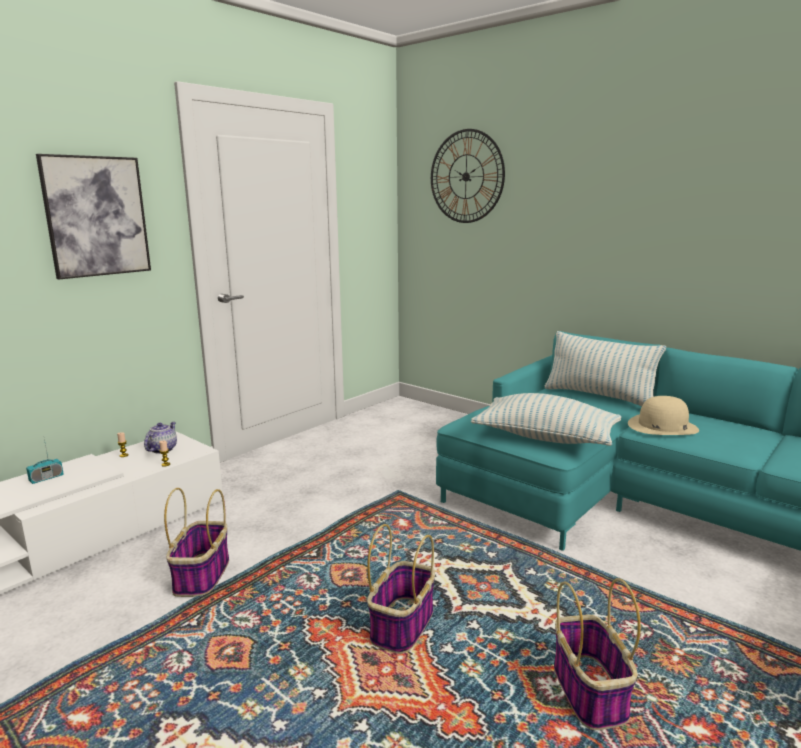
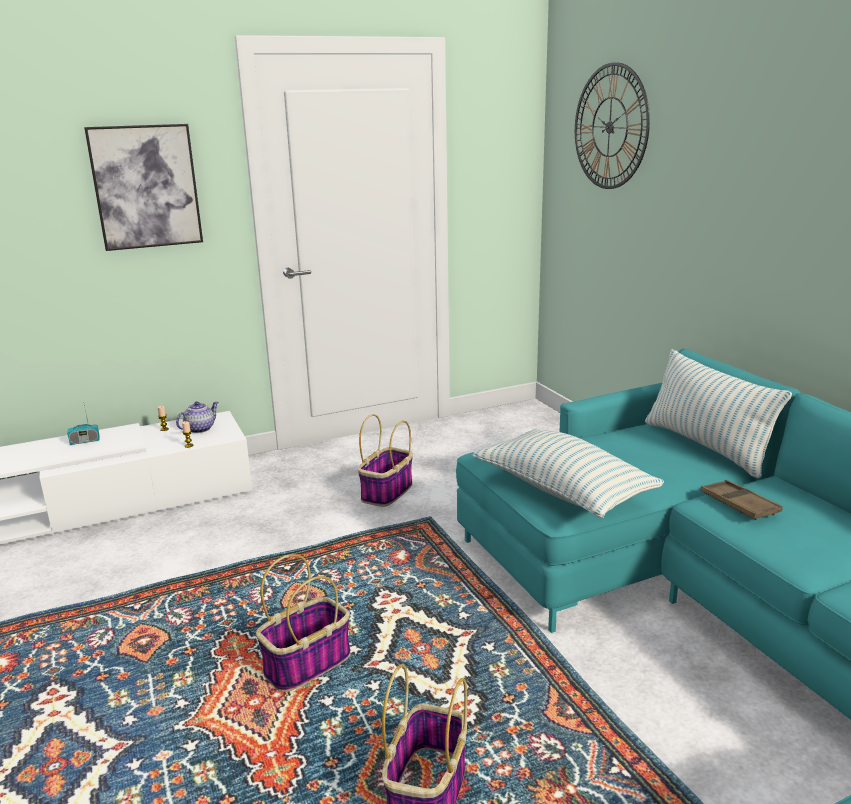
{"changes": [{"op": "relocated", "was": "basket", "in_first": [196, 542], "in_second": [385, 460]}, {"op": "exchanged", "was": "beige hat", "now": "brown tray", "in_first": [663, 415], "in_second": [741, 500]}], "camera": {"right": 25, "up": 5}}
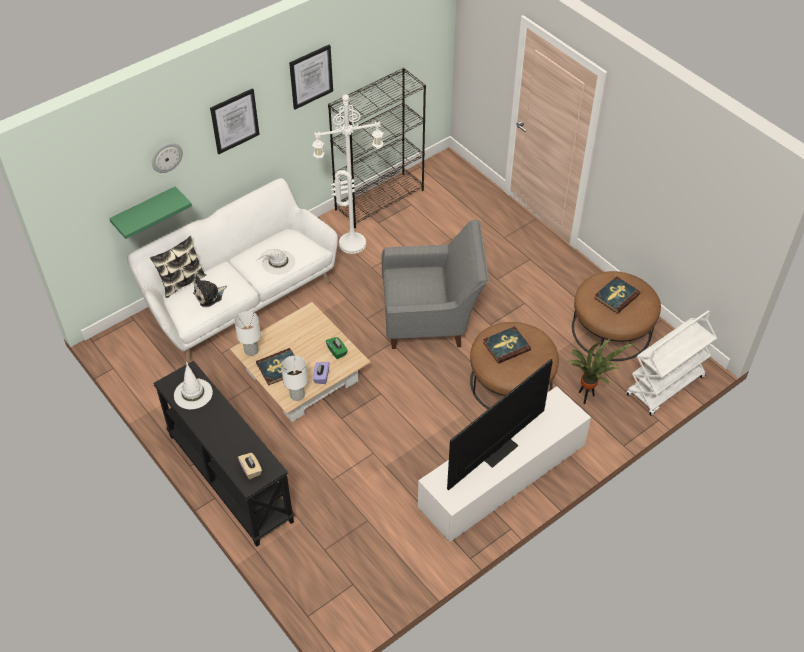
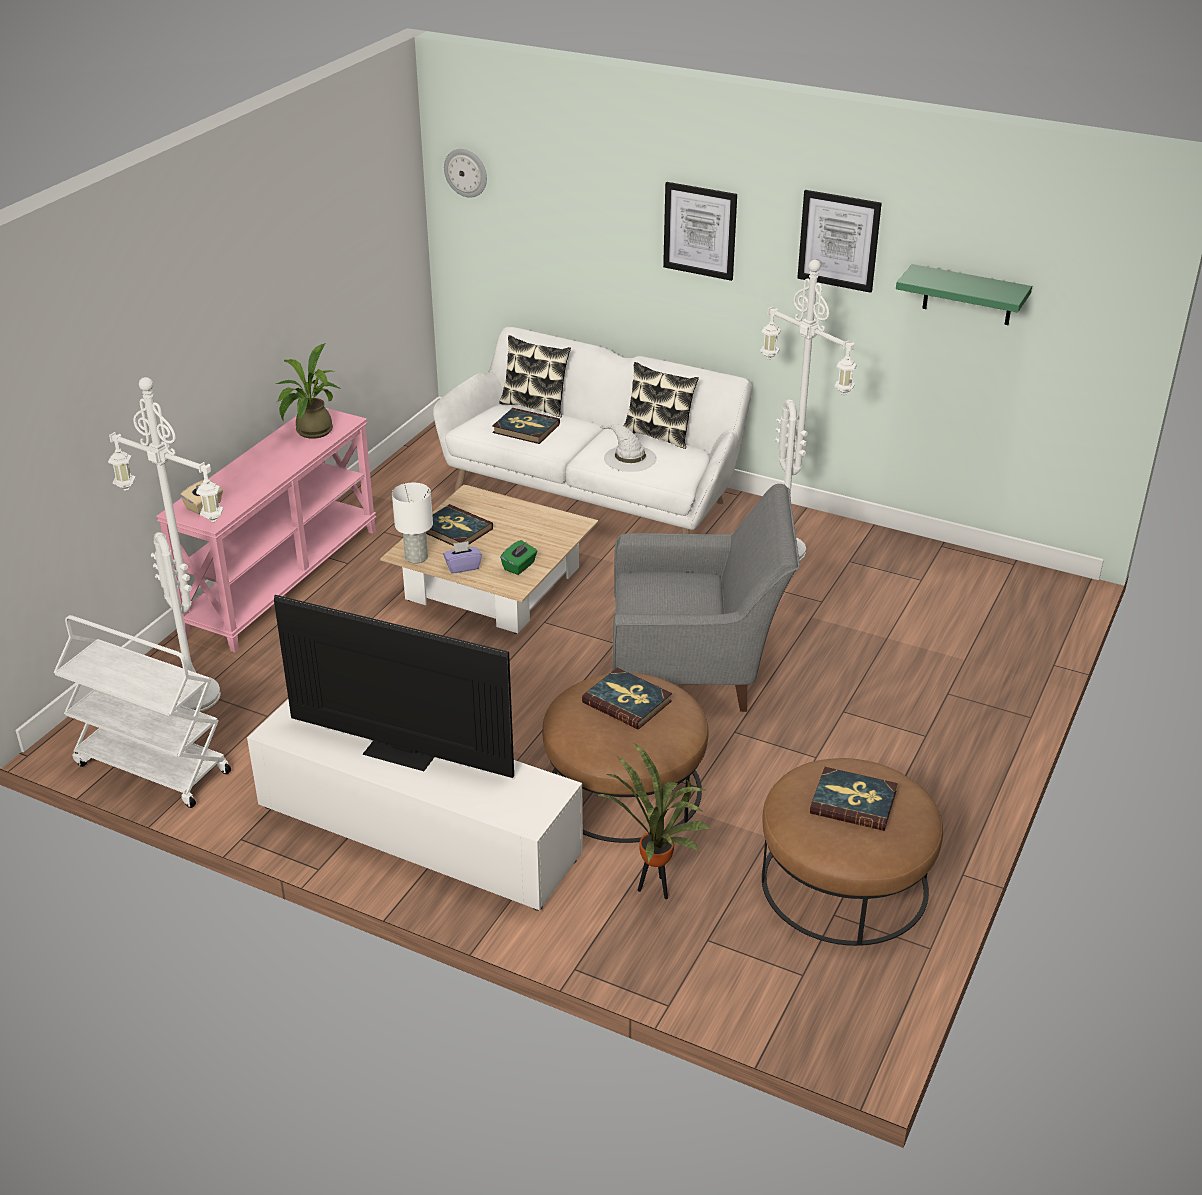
{"changes": [{"op": "relocated", "was": "green shelf", "in_first": [150, 212], "in_second": [964, 294]}, {"op": "relocated", "was": "wall clock", "in_first": [167, 158], "in_second": [465, 173]}, {"op": "colour", "was": "black console table", "now": "pink console table", "in_first": [223, 453], "in_second": [266, 530]}, {"op": "exchanged", "was": "white hat", "now": "potted plant", "in_first": [193, 385], "in_second": [307, 391]}, {"op": "exchanged", "was": "plush toy", "now": "book", "in_first": [210, 291], "in_second": [526, 426]}, {"op": "missing", "was": "white table lamp", "in_first": [247, 333]}, {"op": "missing", "was": "black bookcase", "in_first": [377, 148]}, {"op": "spun", "was": "grey armchair", "in_first": [435, 284], "in_second": [706, 598], "clockwise": -60}, {"op": "relocated", "was": "white cart", "in_first": [671, 363], "in_second": [142, 711]}, {"op": "appeared", "now": "white floor lamp", "in_second": [165, 544]}, {"op": "appeared", "now": "pillow", "in_second": [661, 405]}], "camera": {"right": 65, "up": -15}}
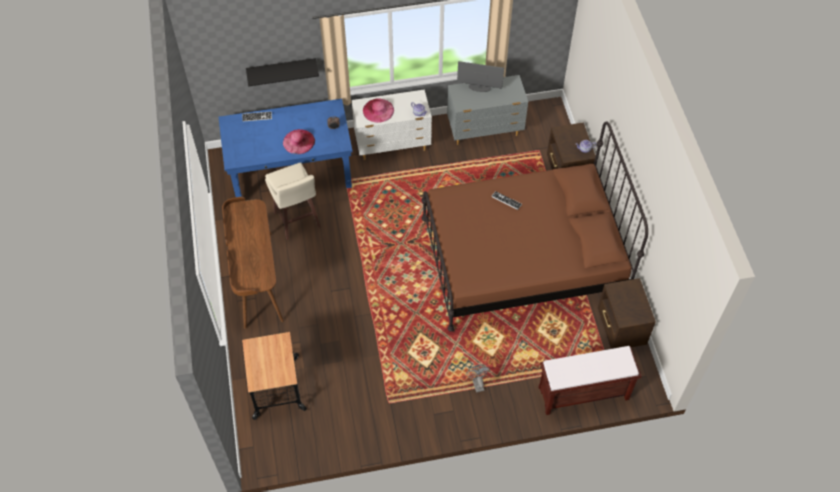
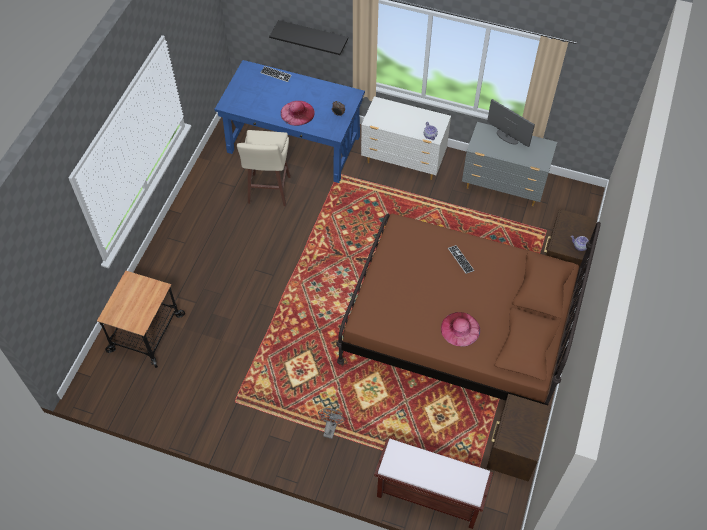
{"changes": [{"op": "missing", "was": "brown desk", "in_first": [253, 263]}, {"op": "relocated", "was": "pink hat", "in_first": [378, 110], "in_second": [460, 329]}], "camera": {"right": 30, "up": 0}}
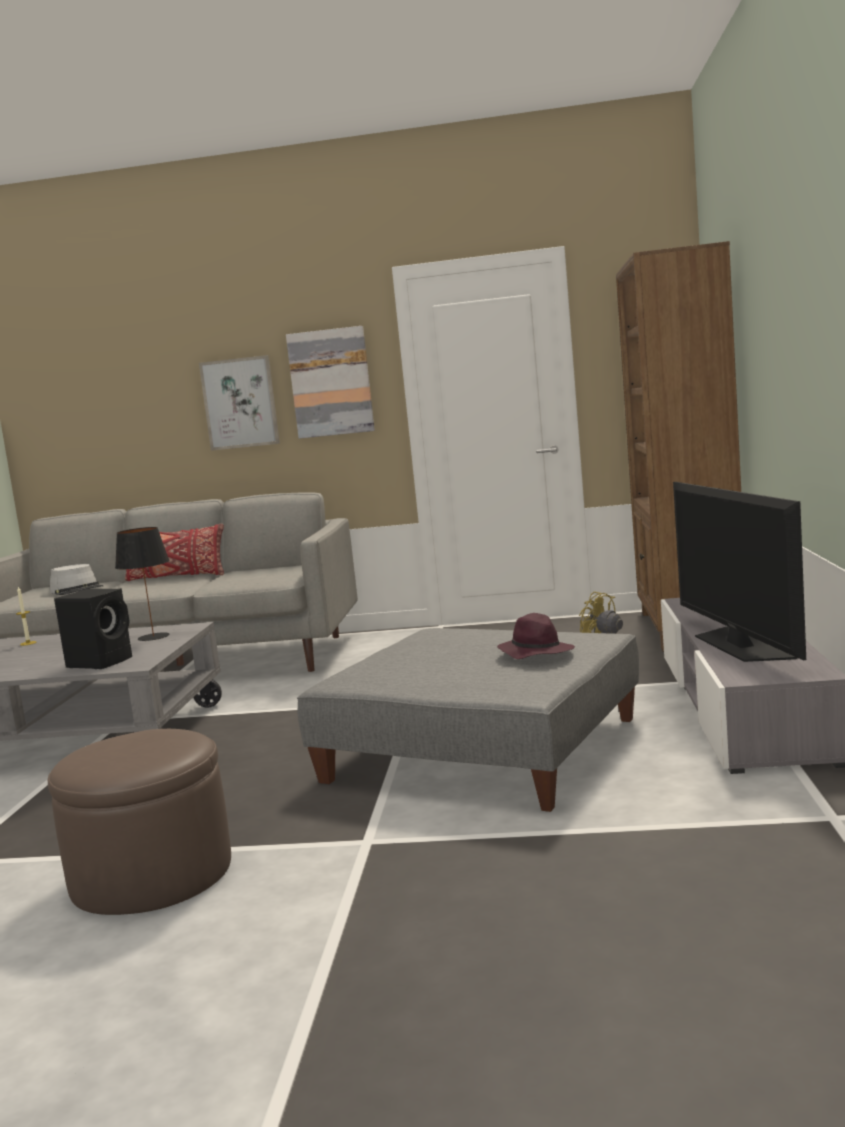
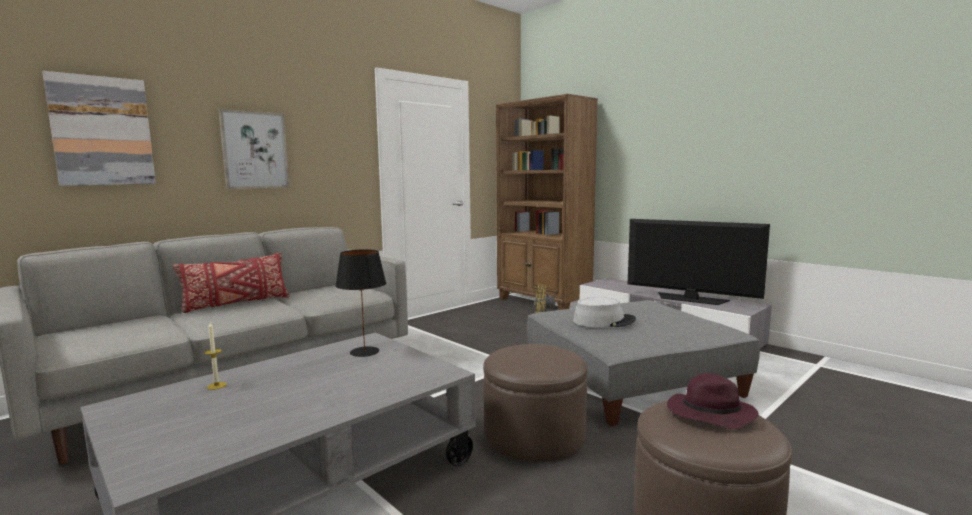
{"changes": [{"op": "relocated", "was": "grey hat", "in_first": [76, 579], "in_second": [604, 312]}, {"op": "missing", "was": "black speaker", "in_first": [93, 628]}, {"op": "relocated", "was": "picture", "in_first": [330, 382], "in_second": [99, 128]}, {"op": "relocated", "was": "purple hat", "in_first": [536, 636], "in_second": [713, 401]}, {"op": "appeared", "now": "brown ottoman", "in_second": [535, 403]}], "camera": {"right": -50, "up": 0}}
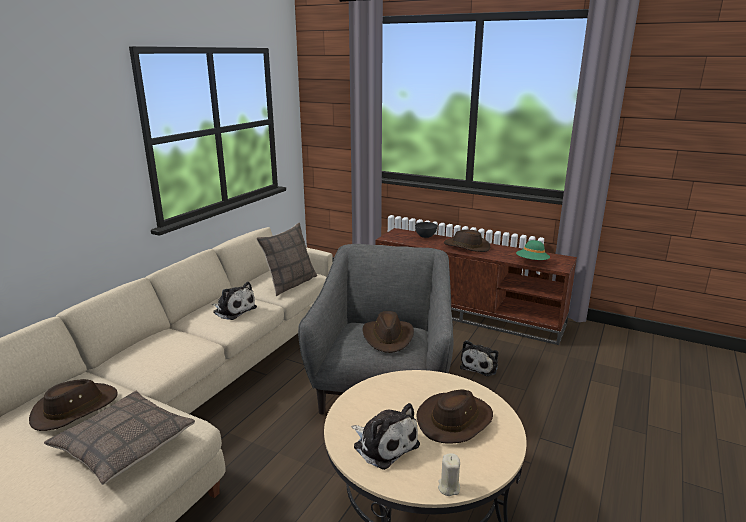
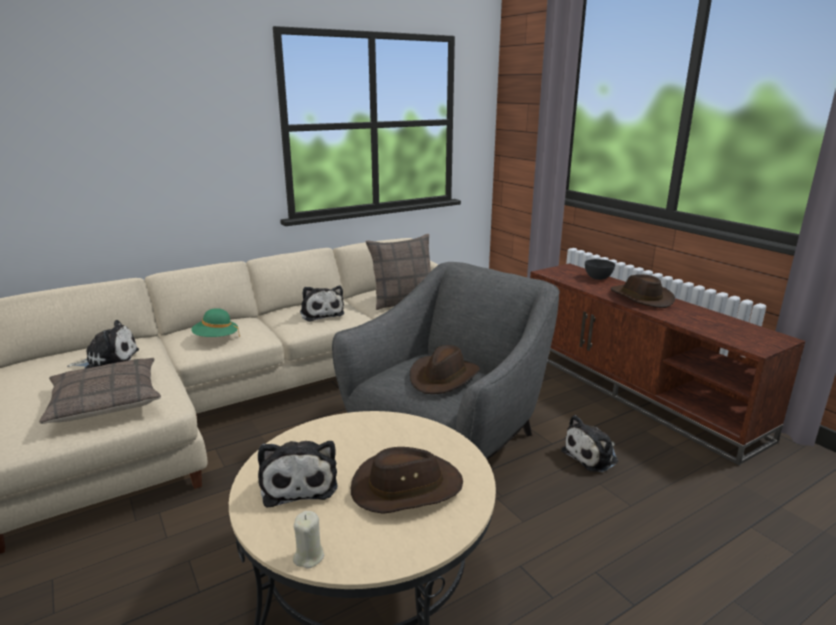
{"changes": [{"op": "exchanged", "was": "brown hat", "now": "plush toy", "in_first": [73, 405], "in_second": [103, 344]}, {"op": "relocated", "was": "green hat", "in_first": [533, 250], "in_second": [215, 322]}], "camera": {"right": 30, "up": 0}}
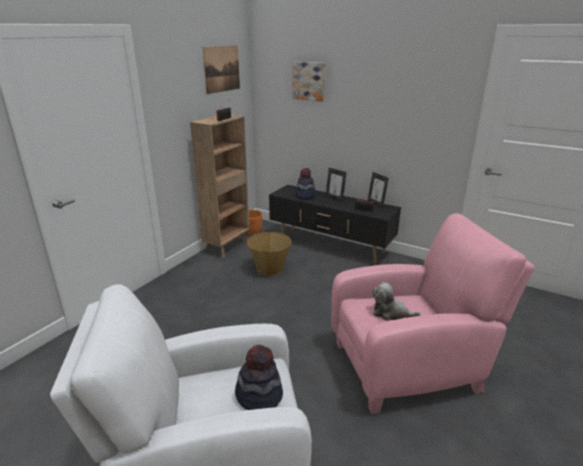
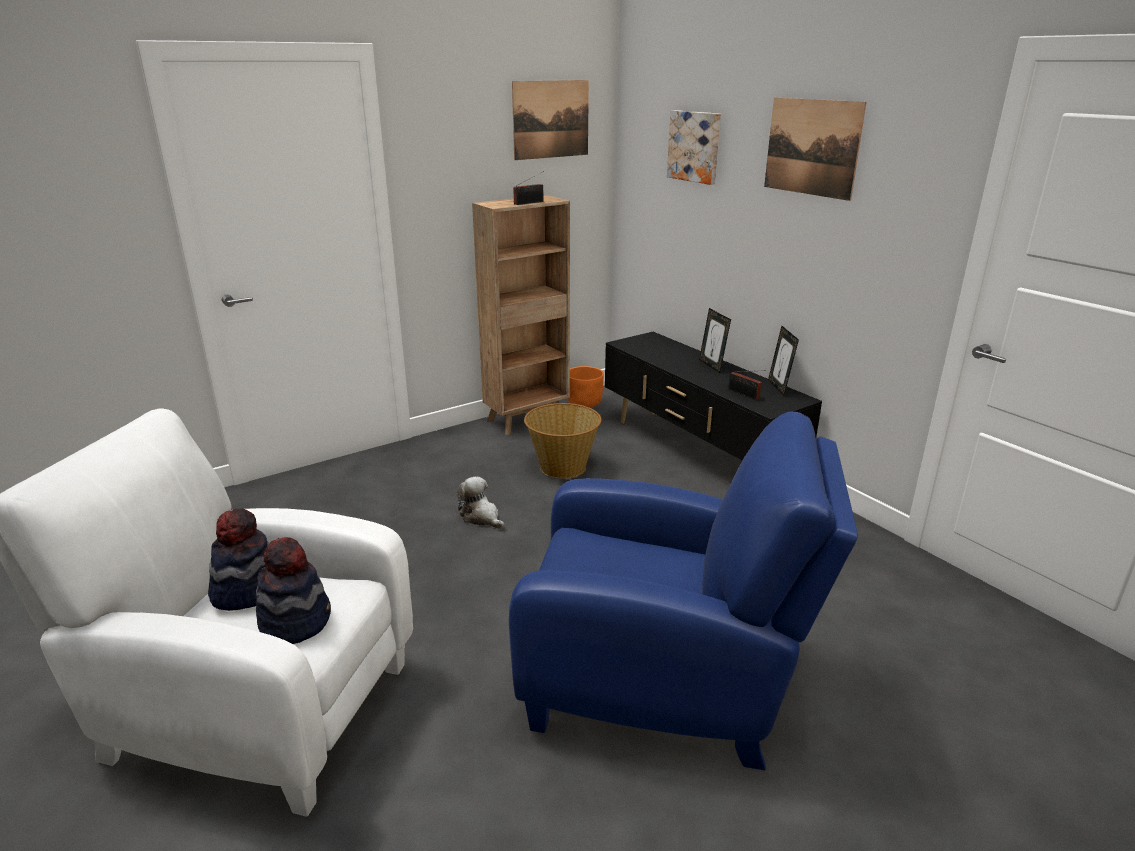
{"changes": [{"op": "relocated", "was": "hat", "in_first": [305, 184], "in_second": [239, 559]}, {"op": "colour", "was": "pink armchair", "now": "blue armchair", "in_first": [432, 313], "in_second": [683, 591]}, {"op": "relocated", "was": "plush toy", "in_first": [396, 301], "in_second": [480, 503]}, {"op": "appeared", "now": "picture", "in_second": [815, 149]}], "camera": {"right": 25, "up": 0}}
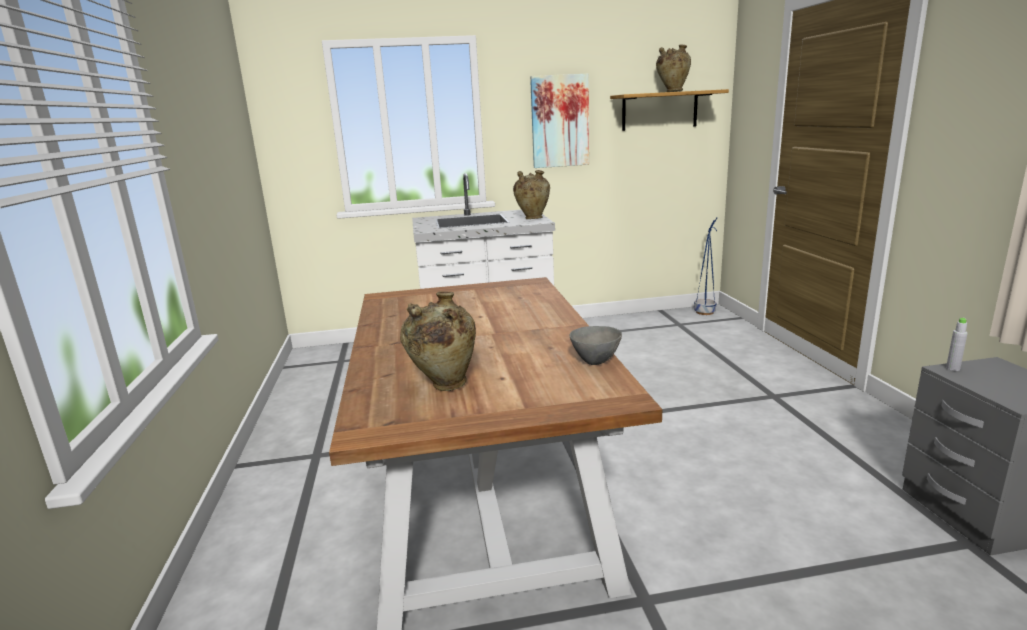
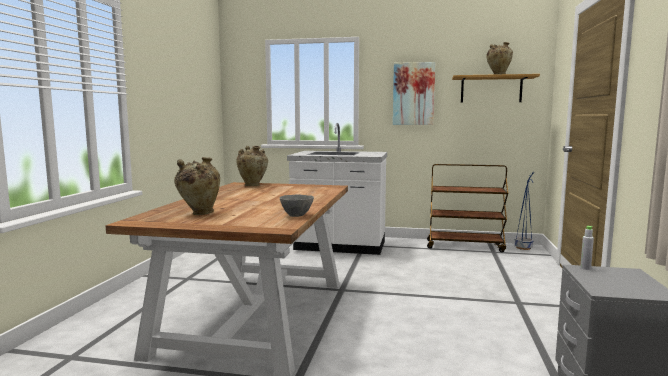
{"changes": [{"op": "relocated", "was": "beige vase", "in_first": [531, 194], "in_second": [252, 166]}, {"op": "appeared", "now": "brown cart", "in_second": [467, 208]}], "camera": {"right": 20, "up": -10}}
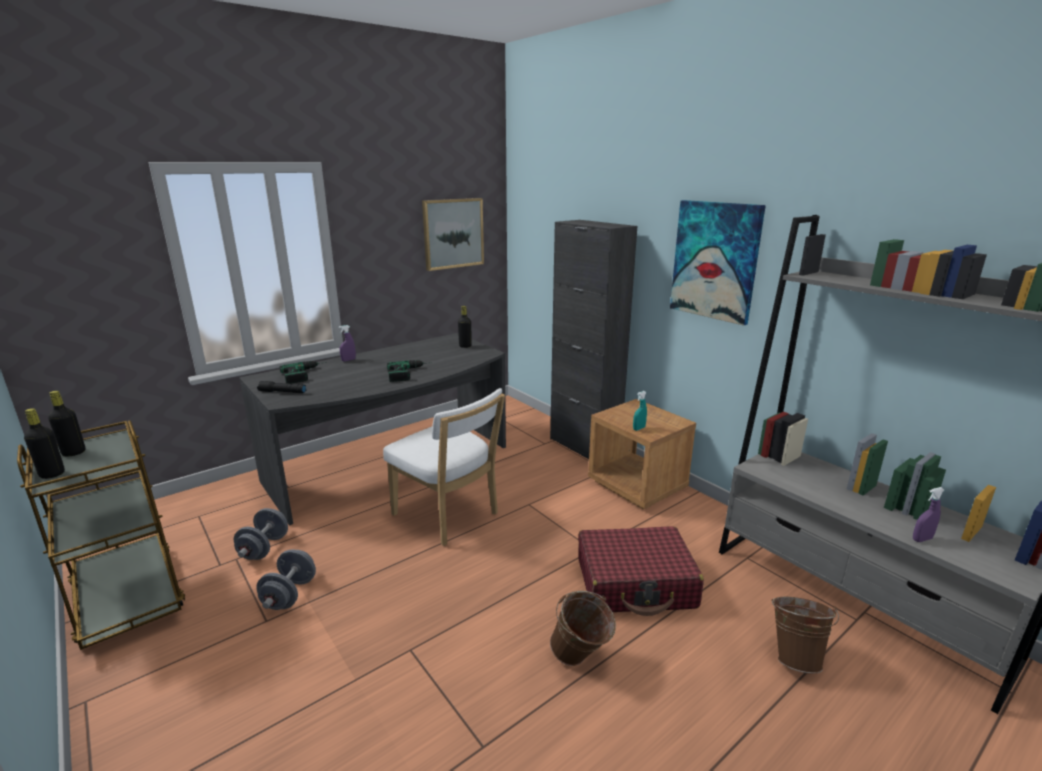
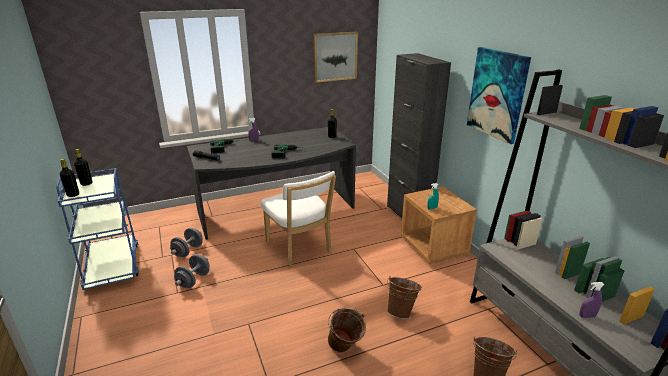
{"changes": [{"op": "colour", "was": "brown cart", "now": "blue cart", "in_first": [101, 535], "in_second": [97, 229]}, {"op": "exchanged", "was": "red suitcase", "now": "brown bucket", "in_first": [641, 571], "in_second": [404, 297]}], "camera": {"right": 15, "up": 5}}
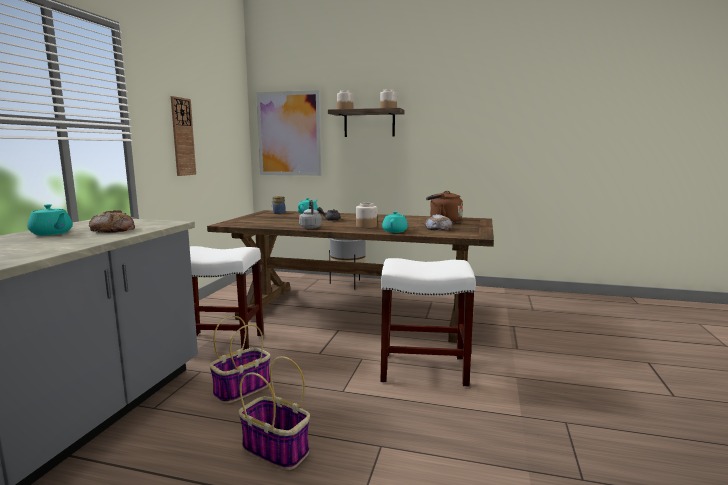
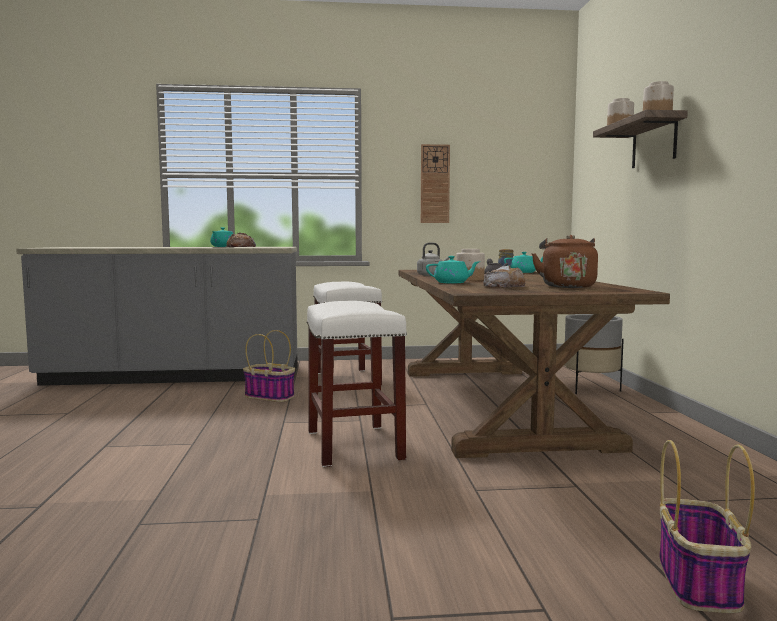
{"changes": [{"op": "relocated", "was": "basket", "in_first": [274, 413], "in_second": [707, 526]}, {"op": "missing", "was": "picture", "in_first": [289, 133]}], "camera": {"right": 70, "up": -5}}
